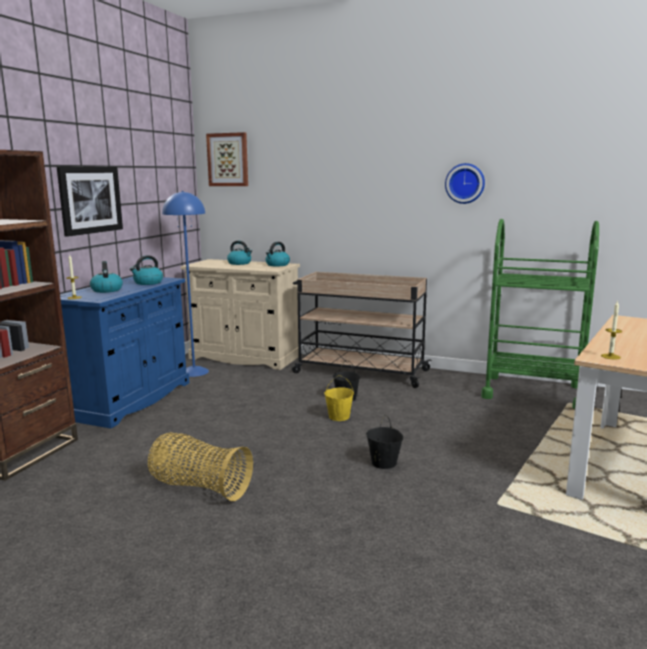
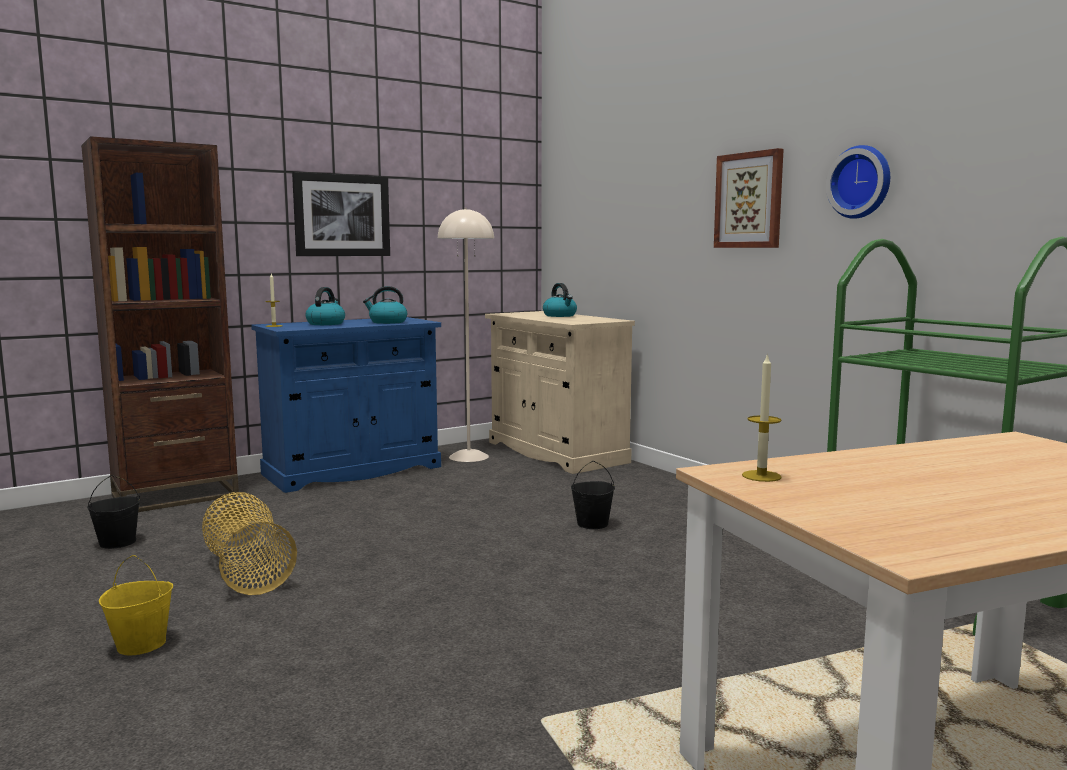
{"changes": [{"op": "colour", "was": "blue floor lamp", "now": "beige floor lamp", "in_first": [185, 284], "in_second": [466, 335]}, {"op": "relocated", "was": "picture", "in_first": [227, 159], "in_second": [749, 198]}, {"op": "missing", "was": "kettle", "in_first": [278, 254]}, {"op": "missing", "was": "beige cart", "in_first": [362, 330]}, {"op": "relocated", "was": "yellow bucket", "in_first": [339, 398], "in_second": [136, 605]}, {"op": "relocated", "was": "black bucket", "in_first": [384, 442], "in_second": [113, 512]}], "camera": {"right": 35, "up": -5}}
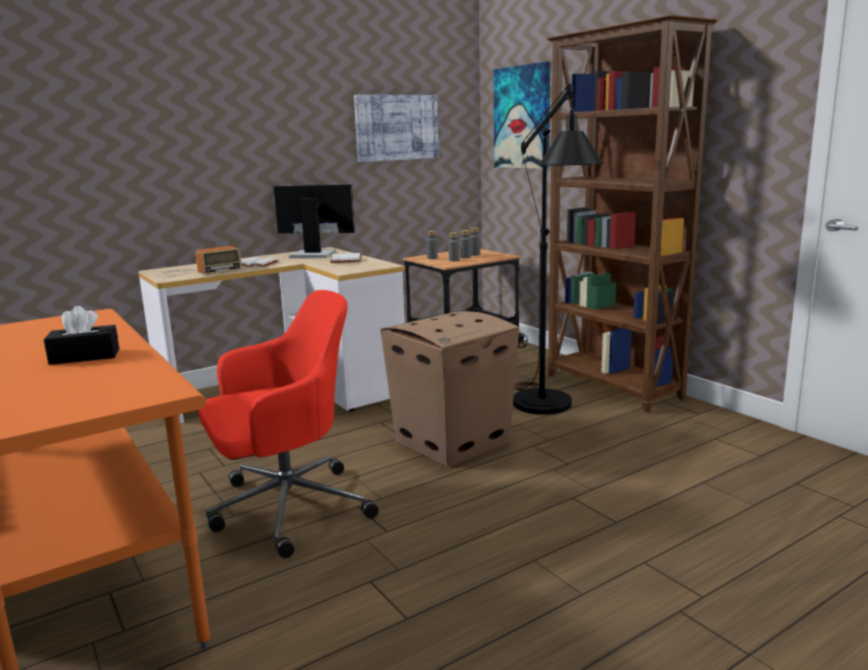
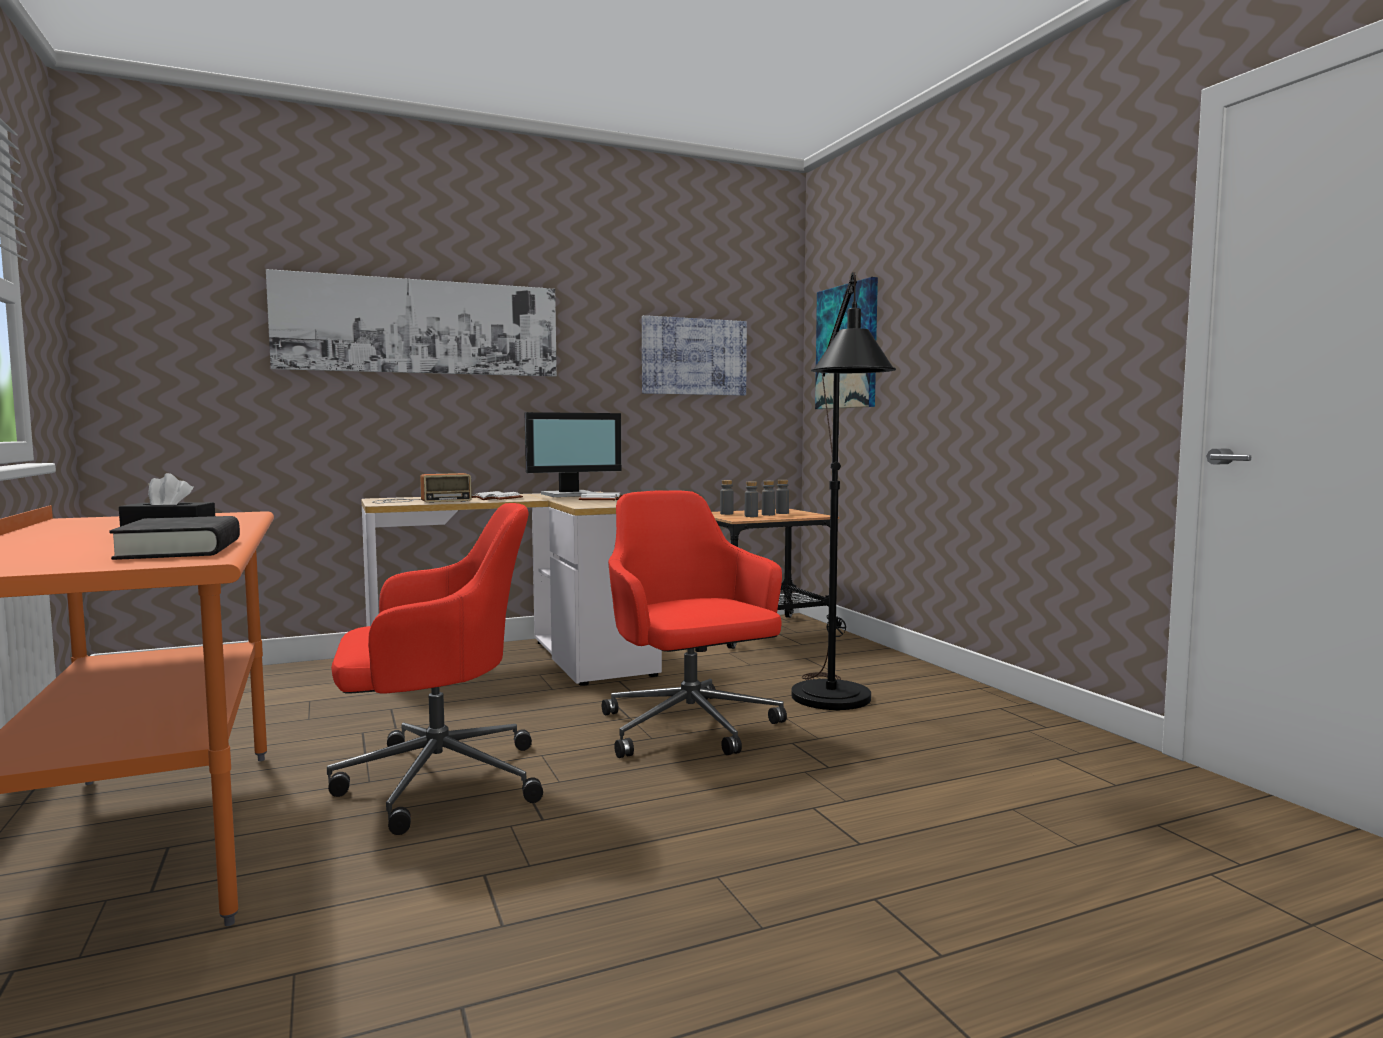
{"changes": [{"op": "spun", "was": "monitor", "in_first": [314, 221], "in_second": [573, 454], "clockwise": 135}, {"op": "exchanged", "was": "cardboard box", "now": "red office chair", "in_first": [449, 389], "in_second": [694, 624]}, {"op": "missing", "was": "brown bookcase", "in_first": [632, 214]}, {"op": "appeared", "now": "black book", "in_second": [174, 538]}, {"op": "appeared", "now": "picture", "in_second": [411, 323]}], "camera": {"right": 10, "up": -10}}
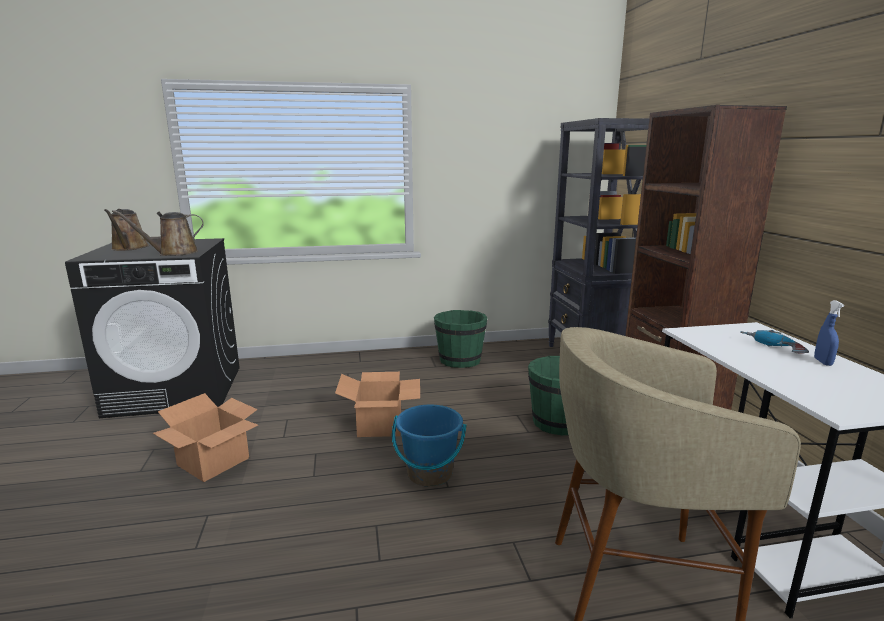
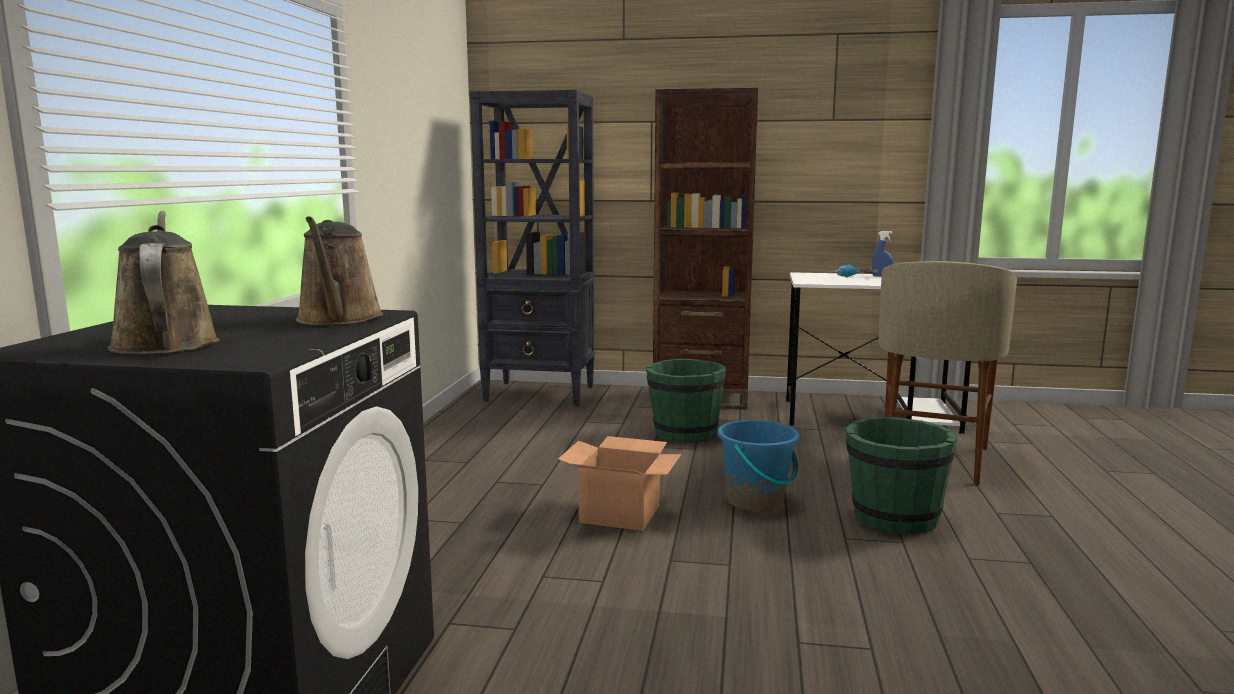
{"changes": [{"op": "spun", "was": "brown watering can", "in_first": [126, 230], "in_second": [164, 282], "clockwise": -120}, {"op": "missing", "was": "cardboard box", "in_first": [205, 437]}, {"op": "relocated", "was": "green bucket", "in_first": [461, 339], "in_second": [901, 476]}], "camera": {"right": -70, "up": -5}}
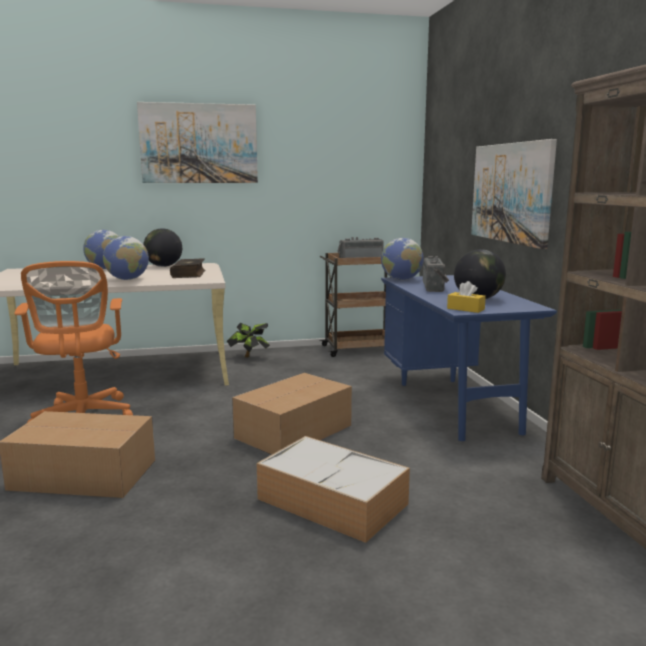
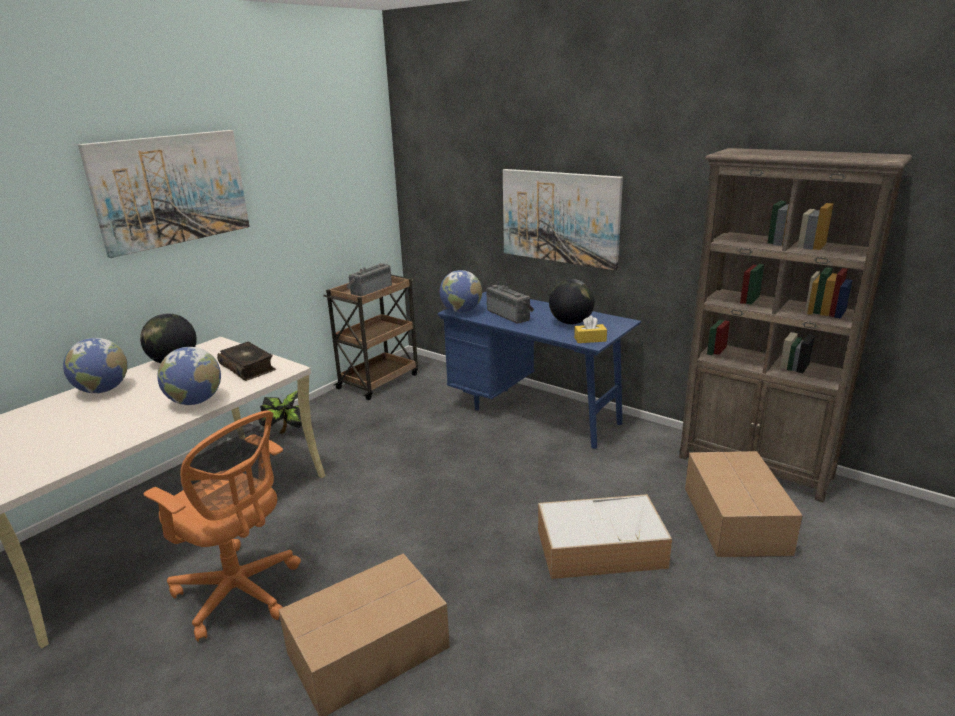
{"changes": [{"op": "relocated", "was": "cardboard box", "in_first": [292, 414], "in_second": [744, 504]}], "camera": {"right": -40, "up": 10}}
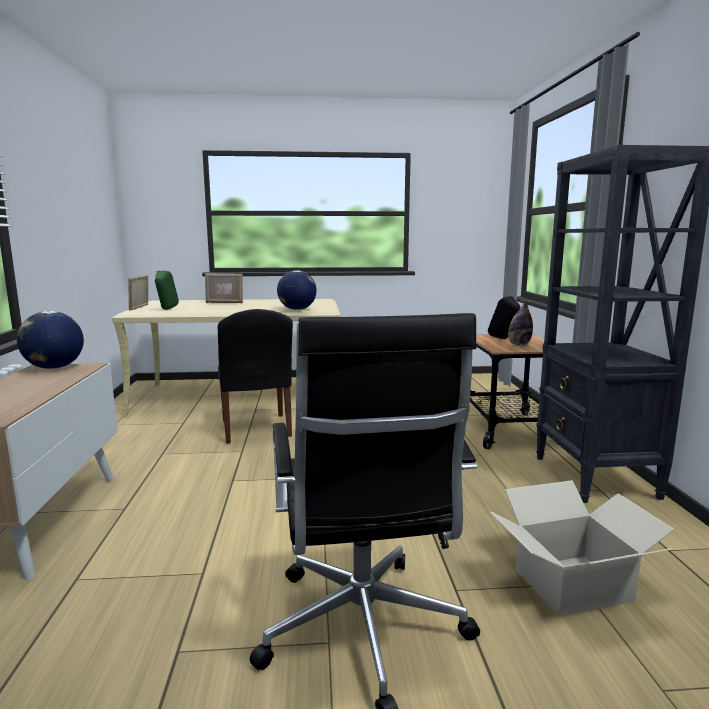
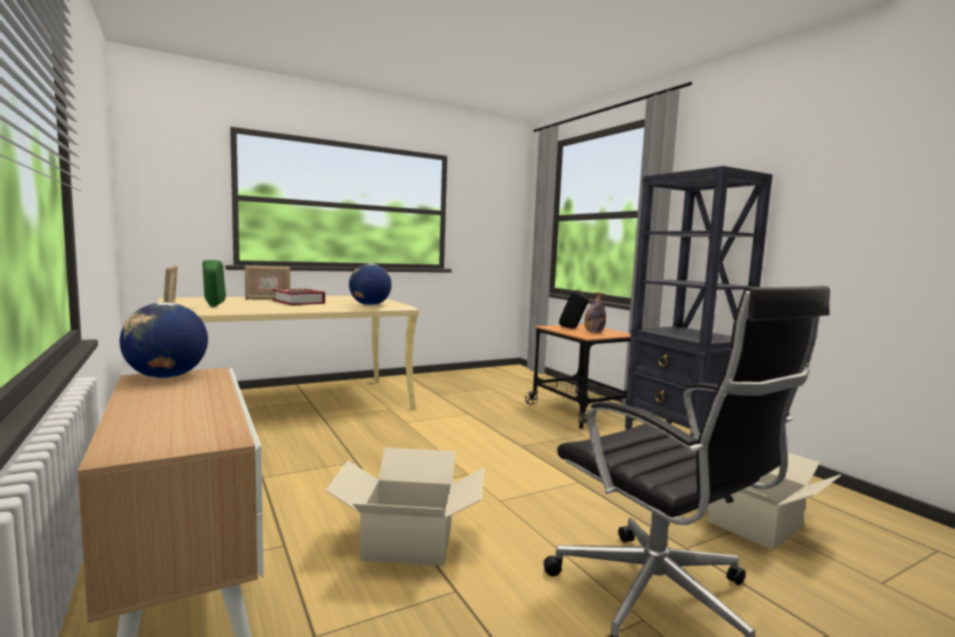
{"changes": [{"op": "missing", "was": "black chair", "in_first": [255, 376]}, {"op": "appeared", "now": "book", "in_second": [298, 296]}, {"op": "appeared", "now": "cardboard box", "in_second": [405, 507]}], "camera": {"right": -25, "up": -5}}
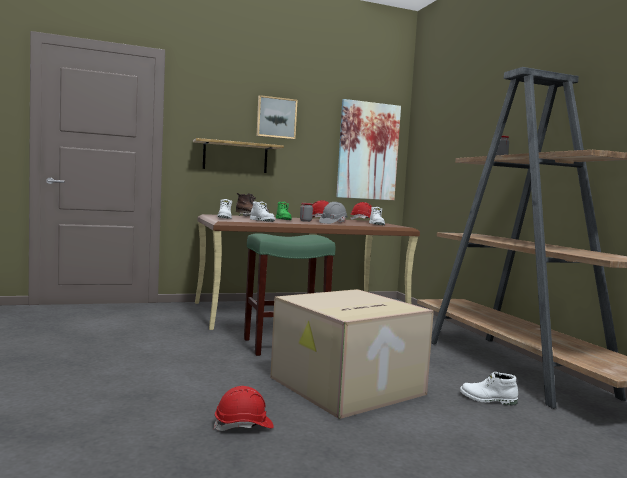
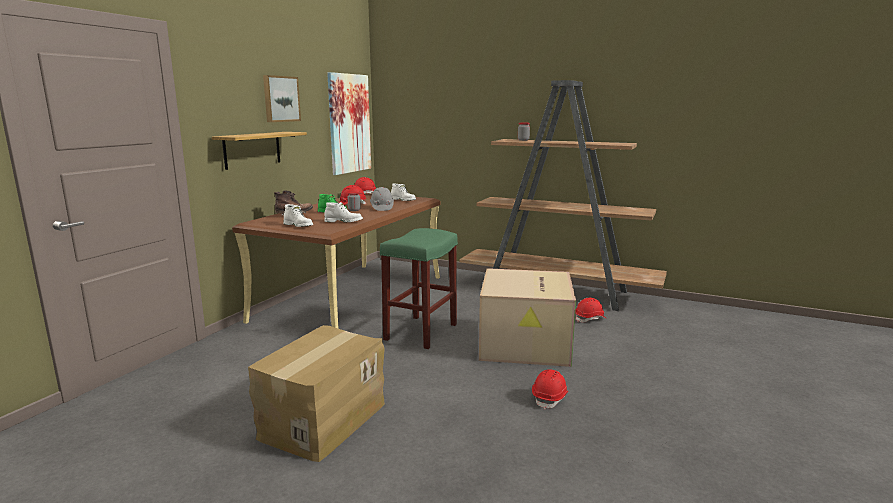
{"changes": [{"op": "exchanged", "was": "white boot", "now": "red hard hat", "in_first": [489, 388], "in_second": [590, 310]}, {"op": "appeared", "now": "cardboard box", "in_second": [316, 393]}], "camera": {"right": -45, "up": 10}}
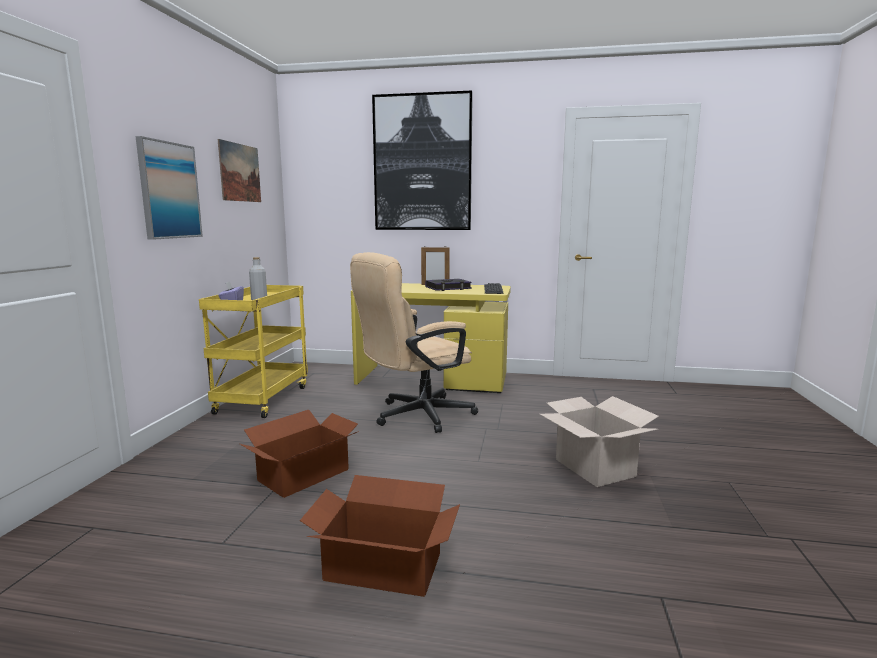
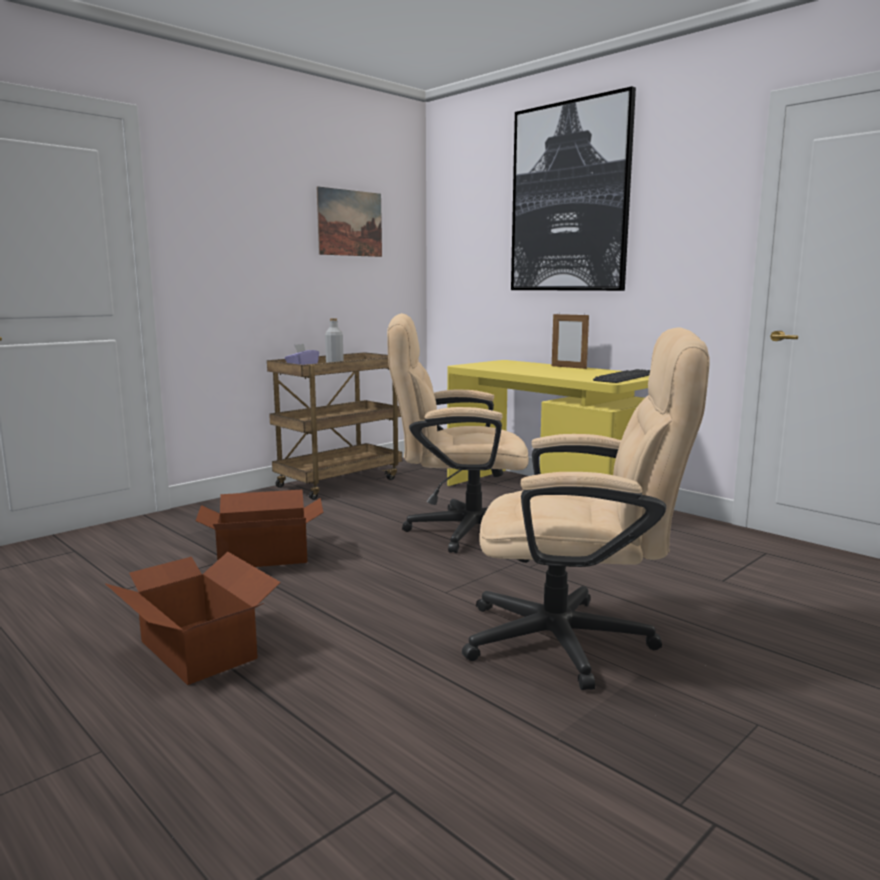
{"changes": [{"op": "missing", "was": "picture", "in_first": [169, 188]}, {"op": "colour", "was": "yellow cart", "now": "brown cart", "in_first": [253, 351], "in_second": [334, 426]}, {"op": "missing", "was": "book", "in_first": [448, 285]}, {"op": "exchanged", "was": "cardboard box", "now": "beige office chair", "in_first": [599, 441], "in_second": [586, 508]}], "camera": {"right": 35, "up": 0}}
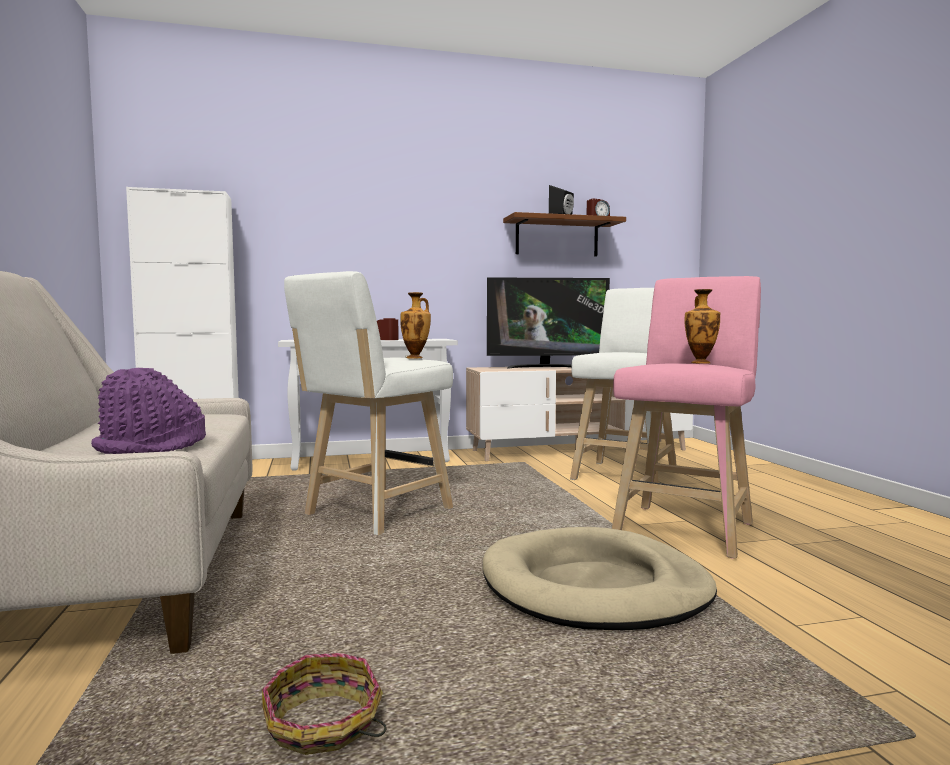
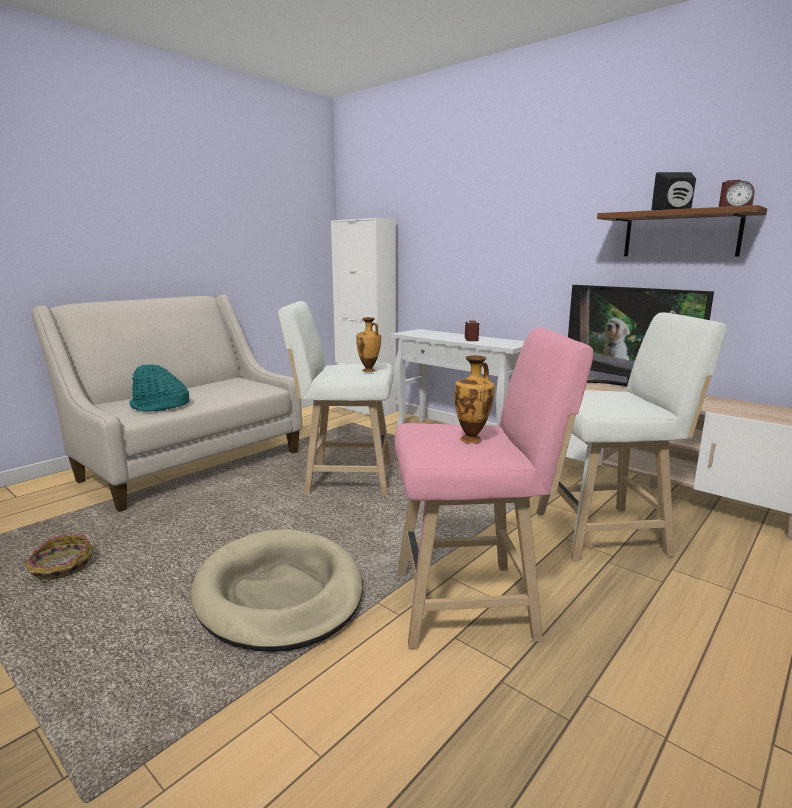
{"changes": [{"op": "colour", "was": "purple hat", "now": "turquoise hat", "in_first": [148, 411], "in_second": [159, 388]}], "camera": {"right": 55, "up": 10}}
